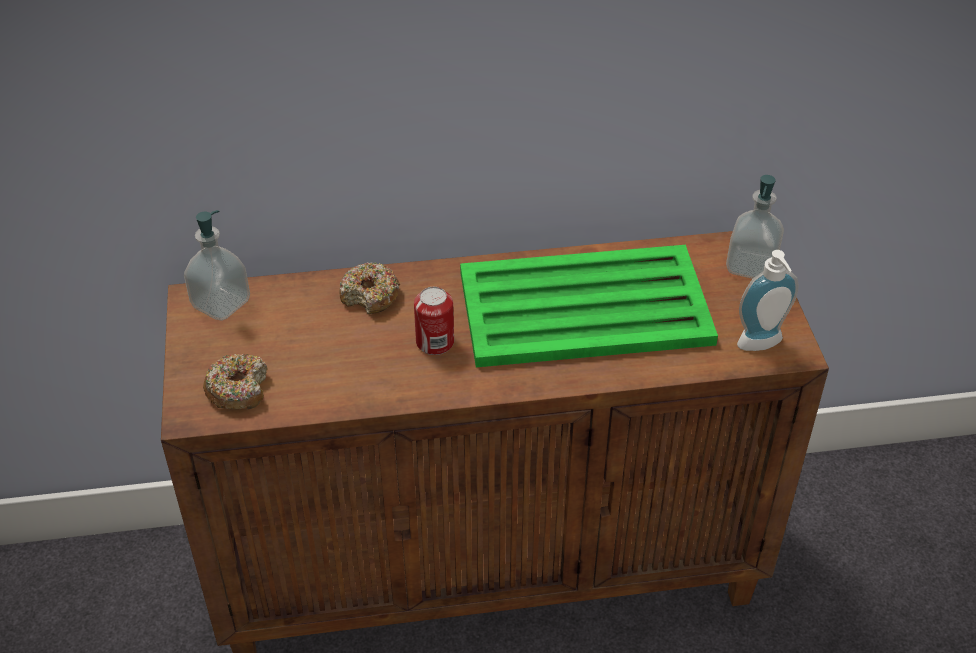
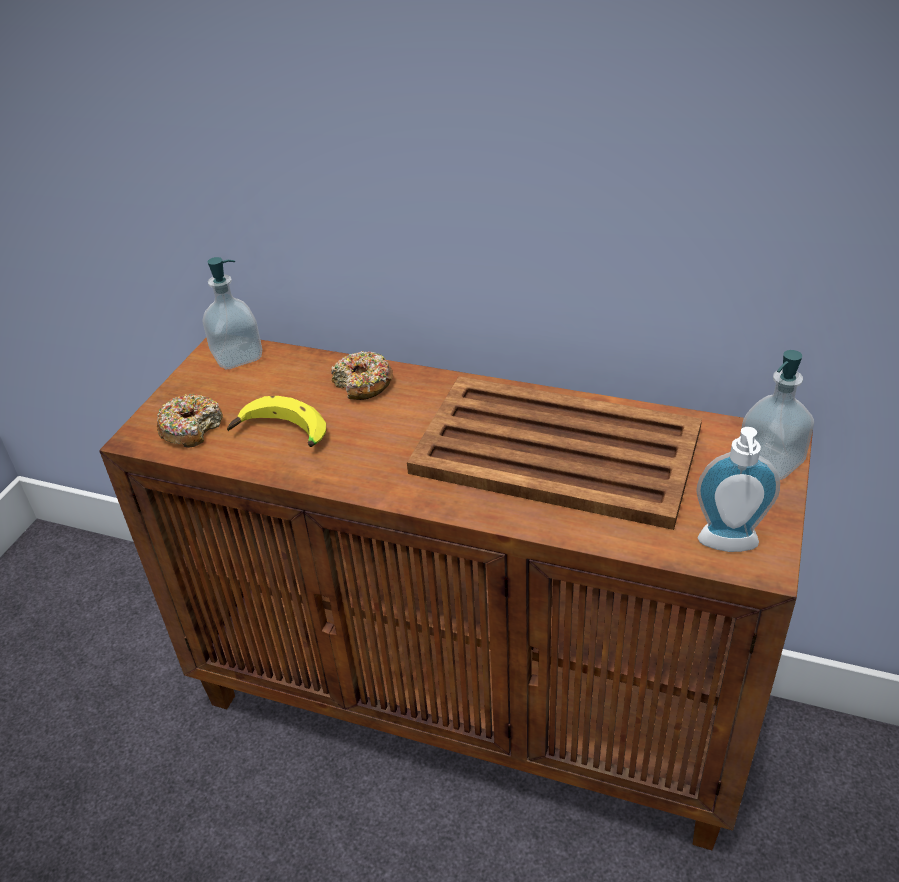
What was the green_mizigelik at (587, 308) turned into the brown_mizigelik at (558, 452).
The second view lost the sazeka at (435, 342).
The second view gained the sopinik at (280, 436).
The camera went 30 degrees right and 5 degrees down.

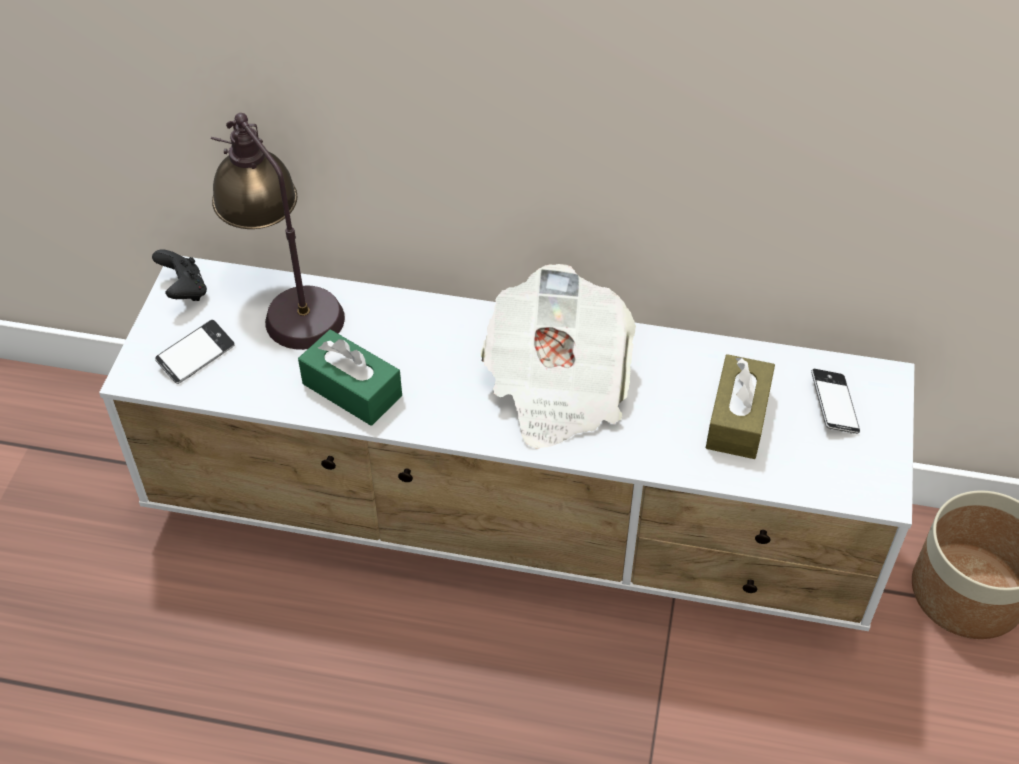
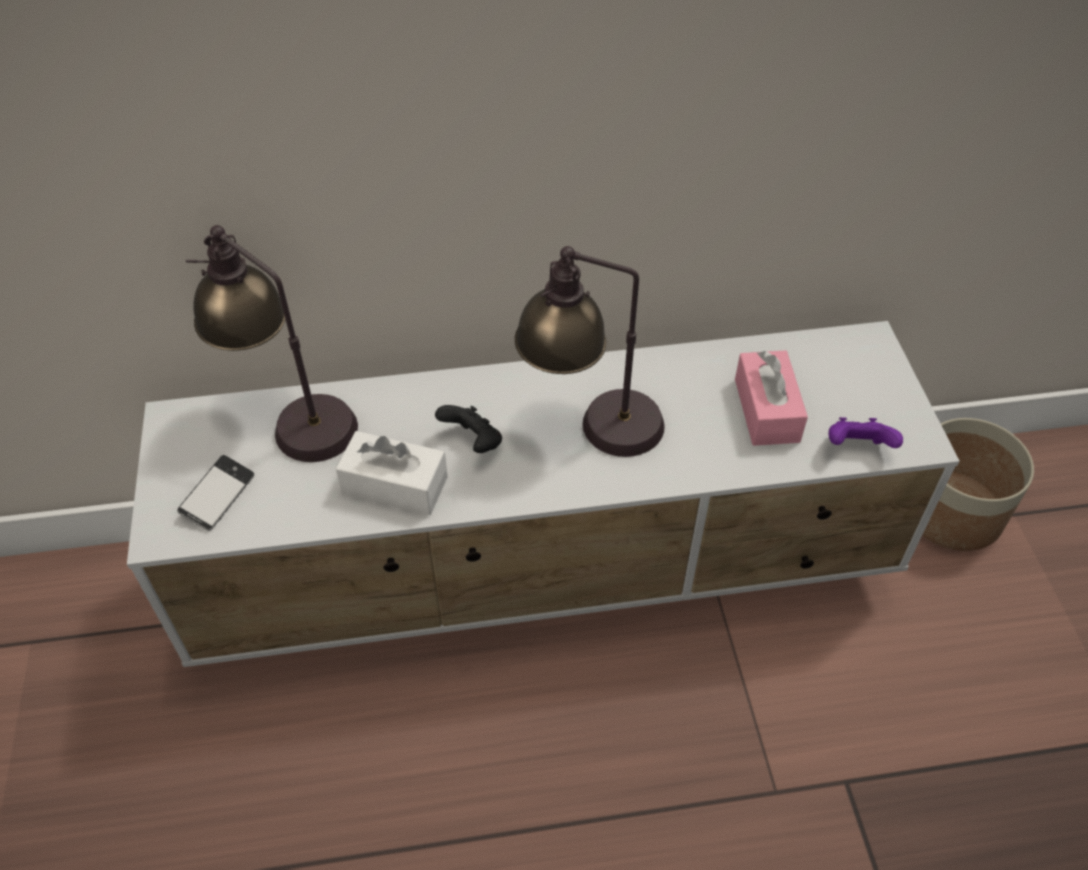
The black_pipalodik ended up elsewhere, having gone from (184, 291) to (473, 442).
Where the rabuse stood at (556, 386), the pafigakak came to stand at (590, 426).
What was the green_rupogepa at (352, 389) turned into the white_rupogepa at (395, 485).
What was the brown_rupogepa at (737, 418) turned into the pink_rupogepa at (766, 410).
The second view lost the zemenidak at (833, 405).
The second view gained the purple_pipalodik at (857, 448).
The camera went 20 degrees left and 0 degrees up.

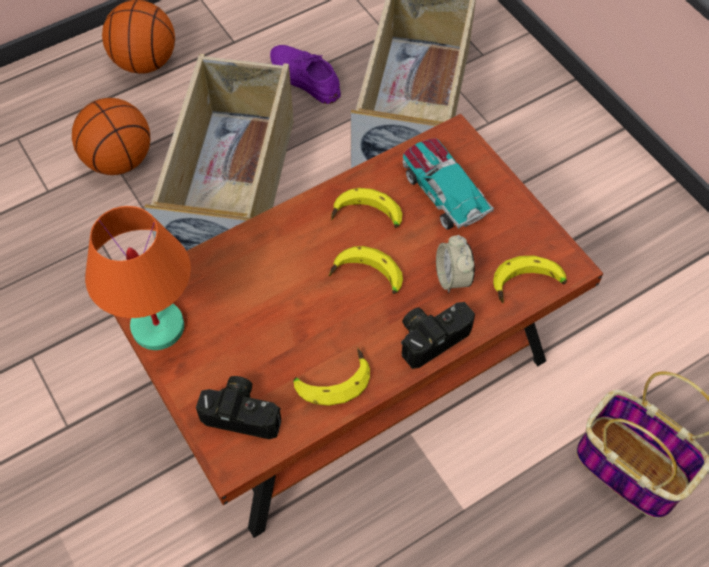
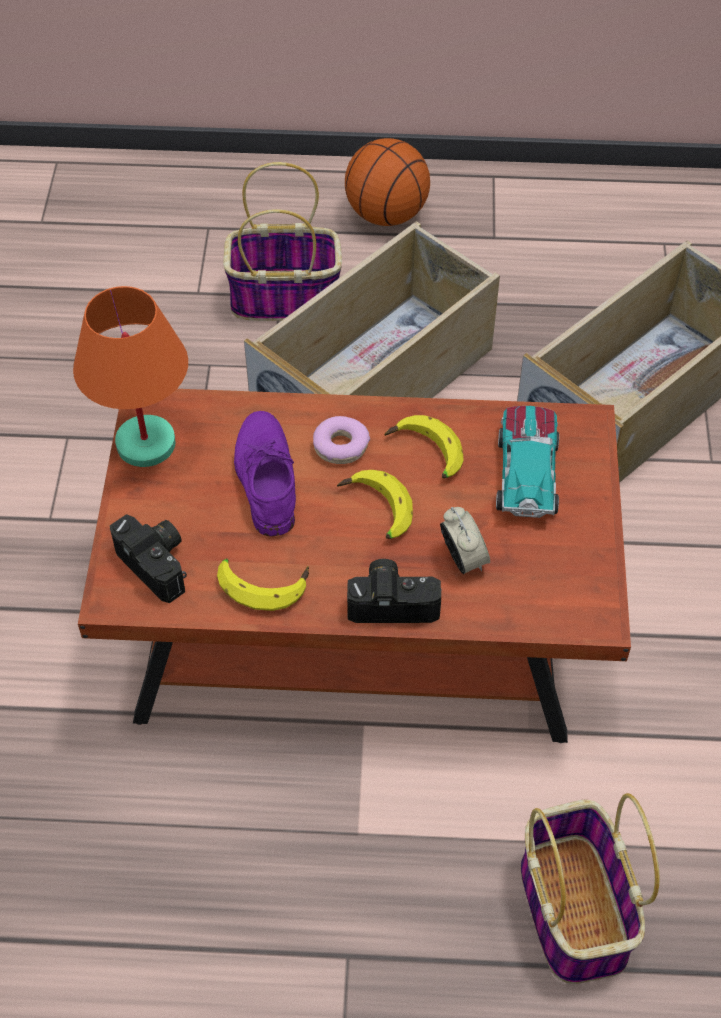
The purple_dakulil ended up elsewhere, having gone from (303, 77) to (265, 477).
Where the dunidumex stood at (119, 160), the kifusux came to stand at (287, 298).
The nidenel at (452, 278) ended up facing another way, 135 degrees clockwise from before.
The second view lost the sopinik at (528, 286).
The second view gained the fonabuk at (341, 446).
The camera went 35 degrees right and 5 degrees down.

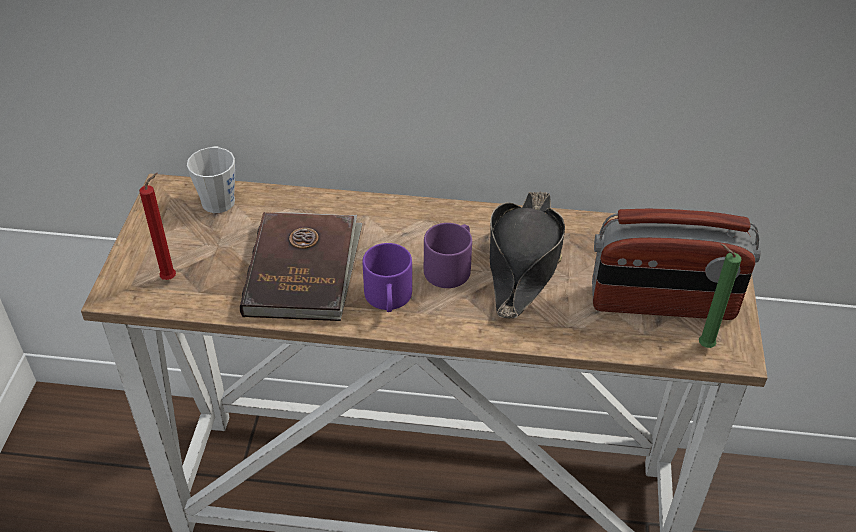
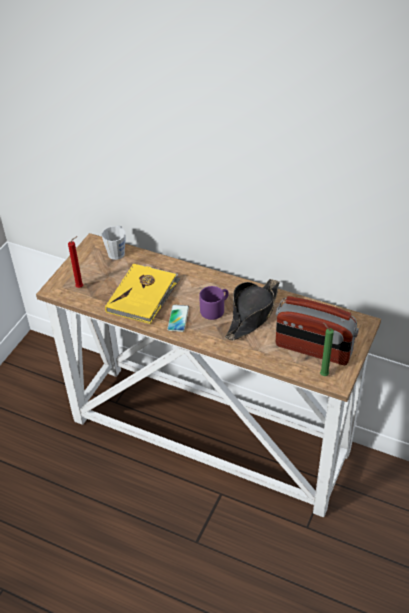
What was the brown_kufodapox at (303, 269) turned into the yellow_kufodapox at (143, 295).
Where the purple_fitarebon stood at (389, 299), the zemenidak came to stand at (178, 318).
The camera went 20 degrees right and 0 degrees up.

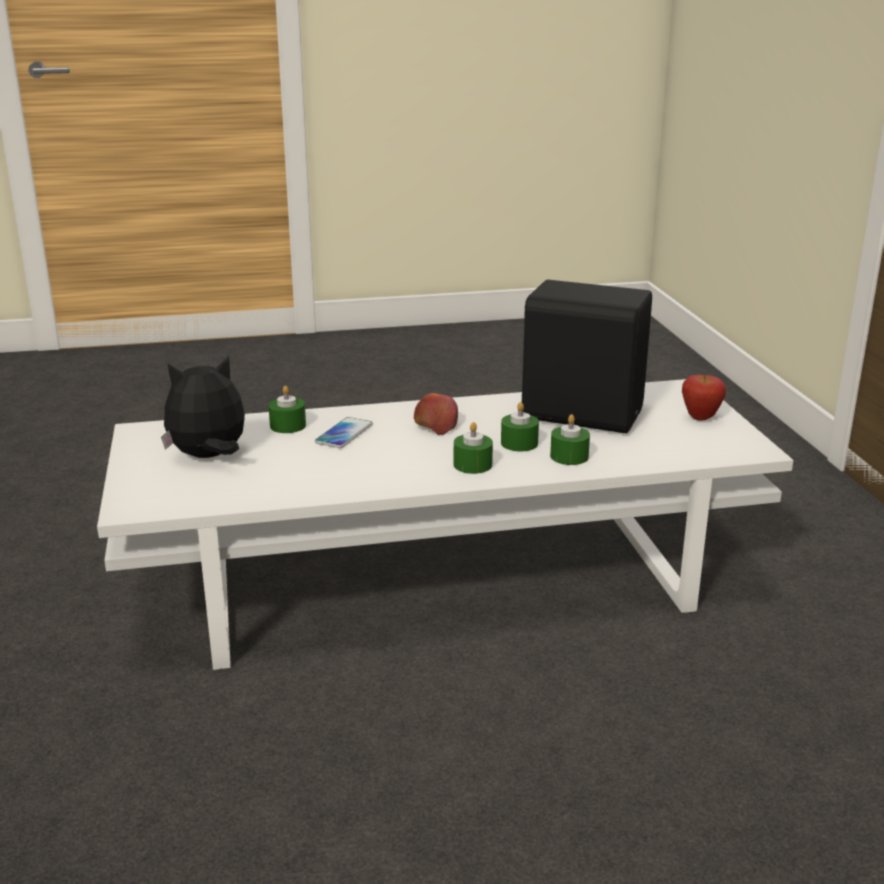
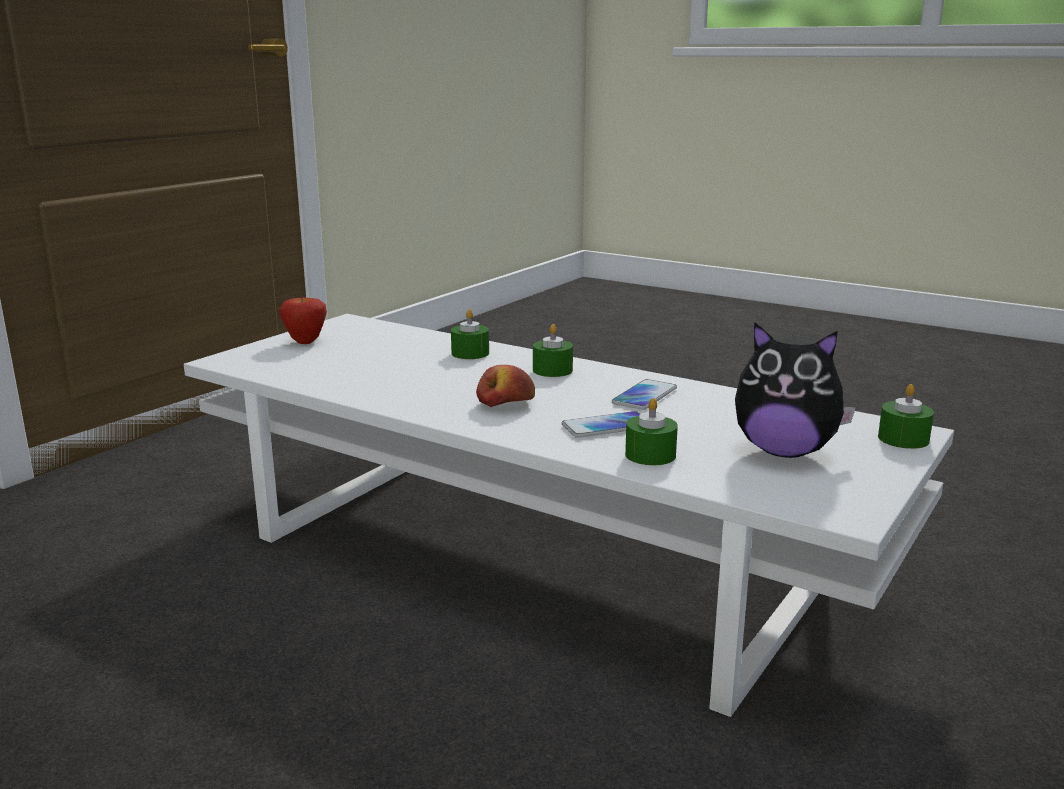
The second view lost the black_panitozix at (581, 413).
The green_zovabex ended up elsewhere, having gone from (519, 443) to (903, 439).
The second view gained the zemenidak at (644, 396).
The camera went 135 degrees left and 5 degrees down.

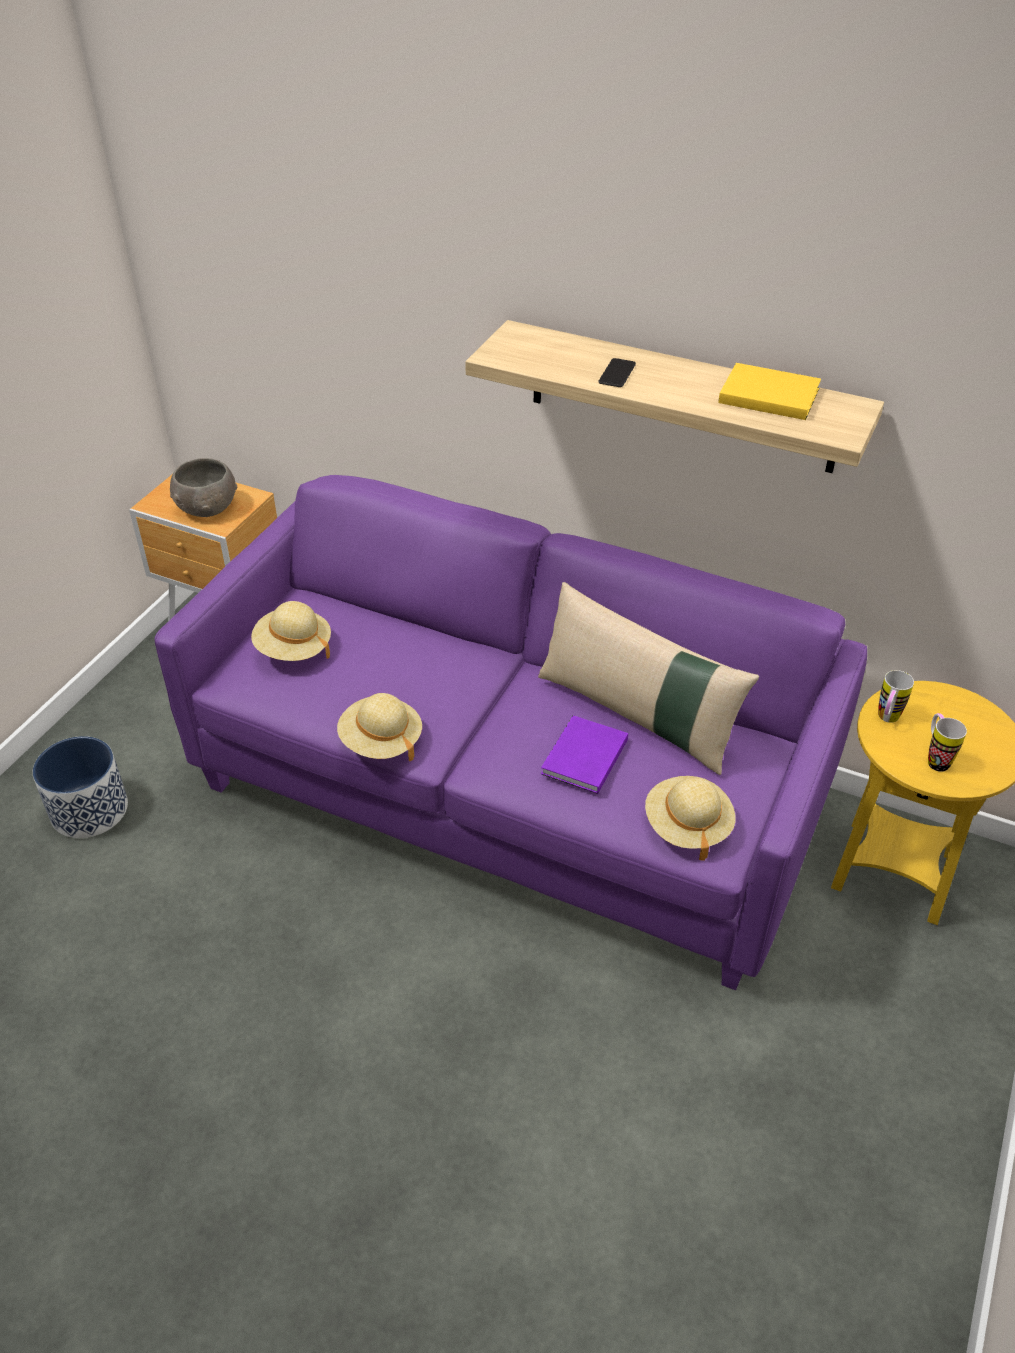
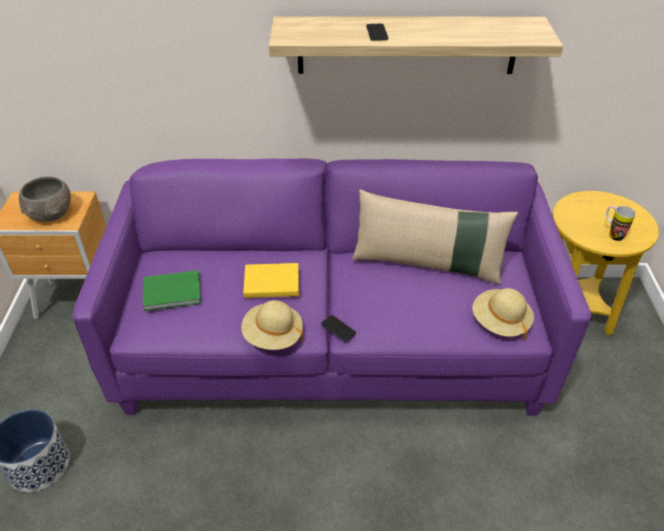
The yellow_kufodapox ended up elsewhere, having gone from (766, 394) to (270, 282).
Where the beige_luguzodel stood at (293, 649), the green_kufodapox came to stand at (174, 293).
The second view lost the fitarebon at (886, 720).
The second view lost the purple_kufodapox at (582, 758).
The second view gained the zemenidak at (338, 328).
The camera went 25 degrees left and 0 degrees up.

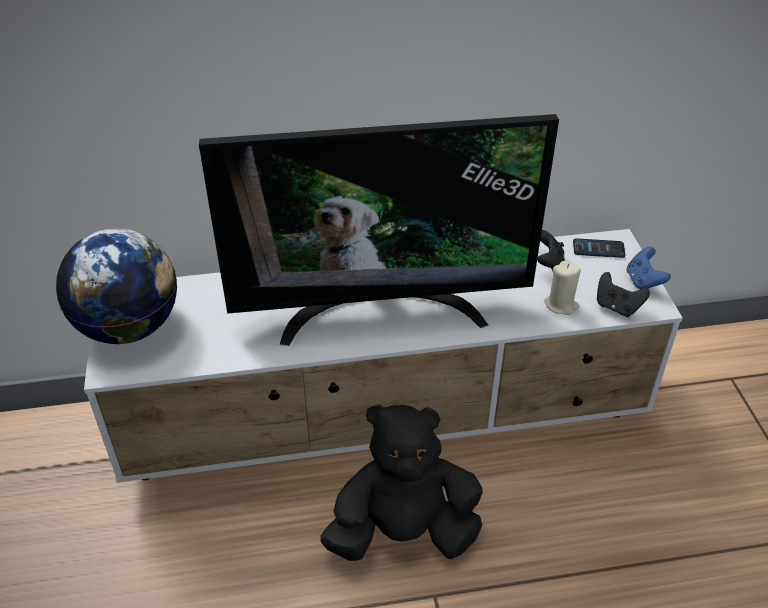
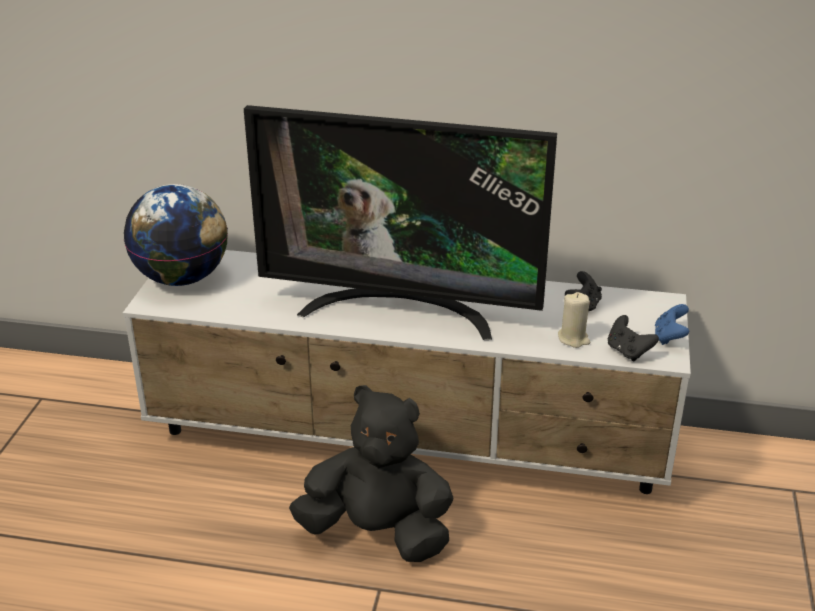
The second view lost the zemenidak at (598, 249).
The camera went 20 degrees right and 10 degrees down.

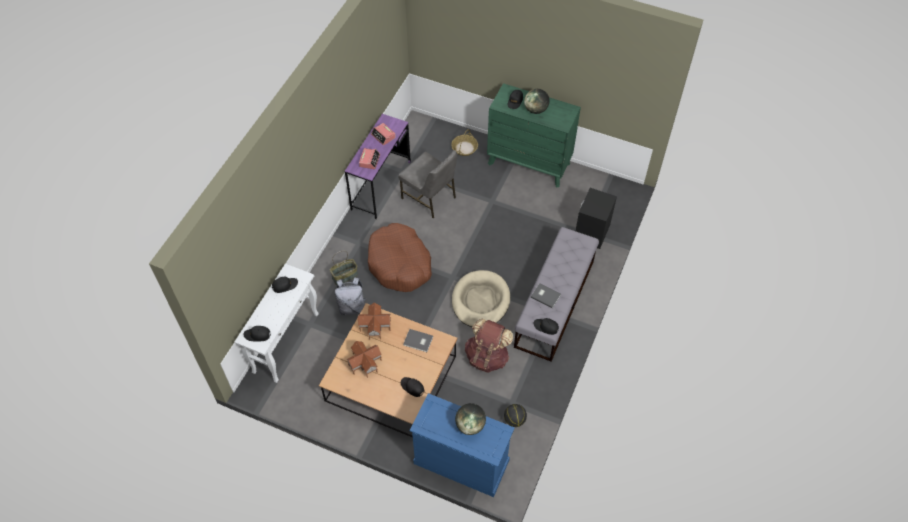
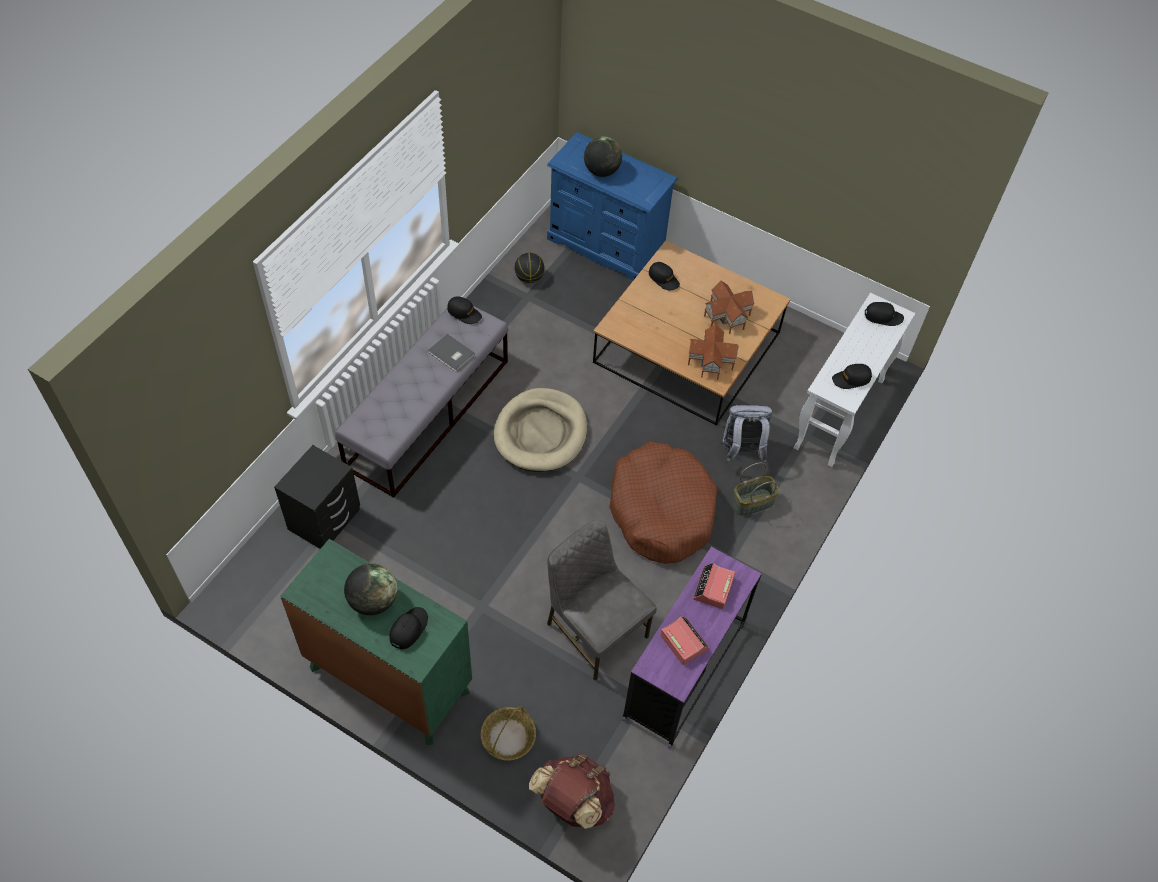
The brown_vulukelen ended up elsewhere, having gone from (487, 357) to (573, 802).
The second view lost the grey_kufodapox at (418, 341).
The camera went 175 degrees left and 0 degrees up.

